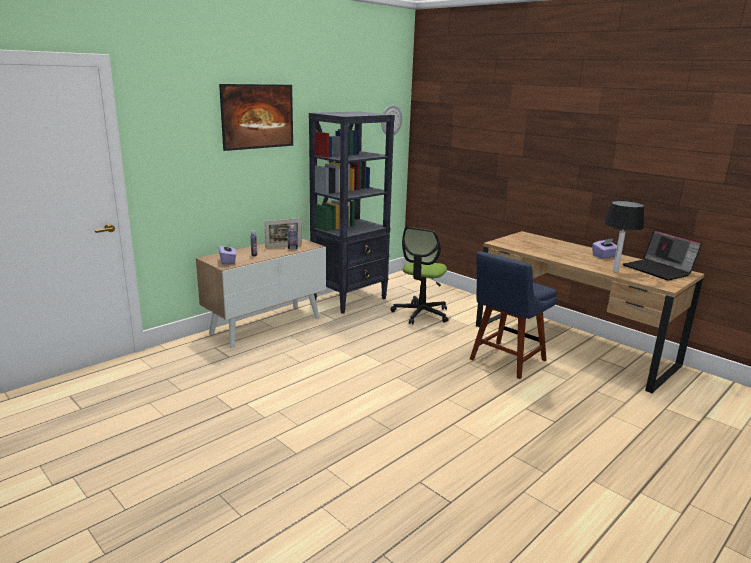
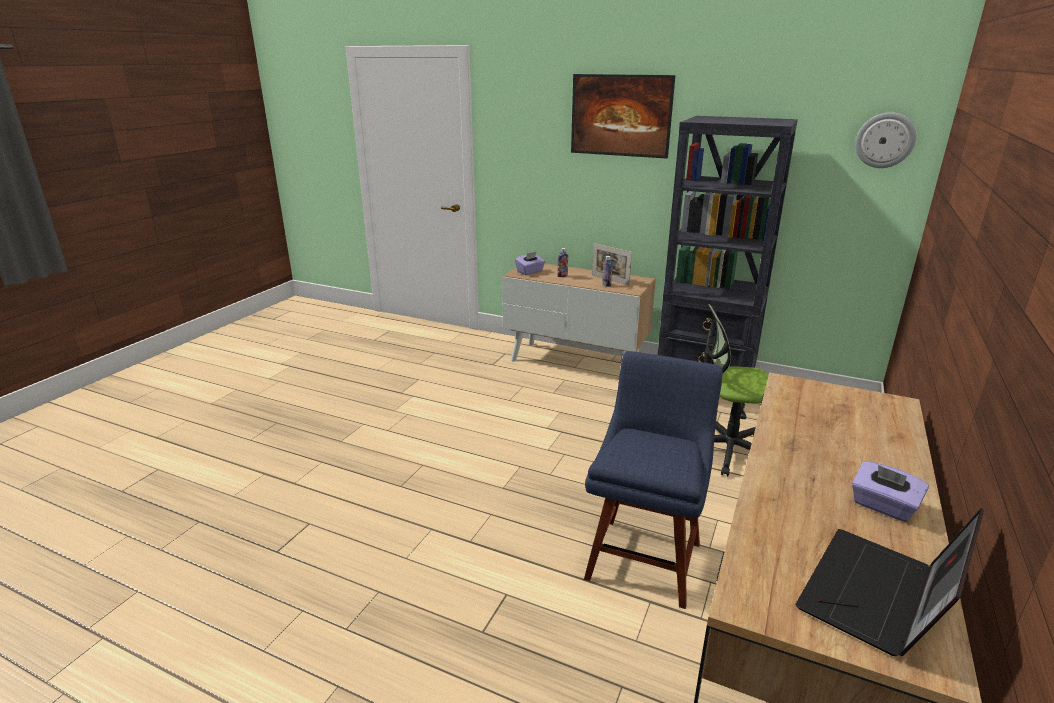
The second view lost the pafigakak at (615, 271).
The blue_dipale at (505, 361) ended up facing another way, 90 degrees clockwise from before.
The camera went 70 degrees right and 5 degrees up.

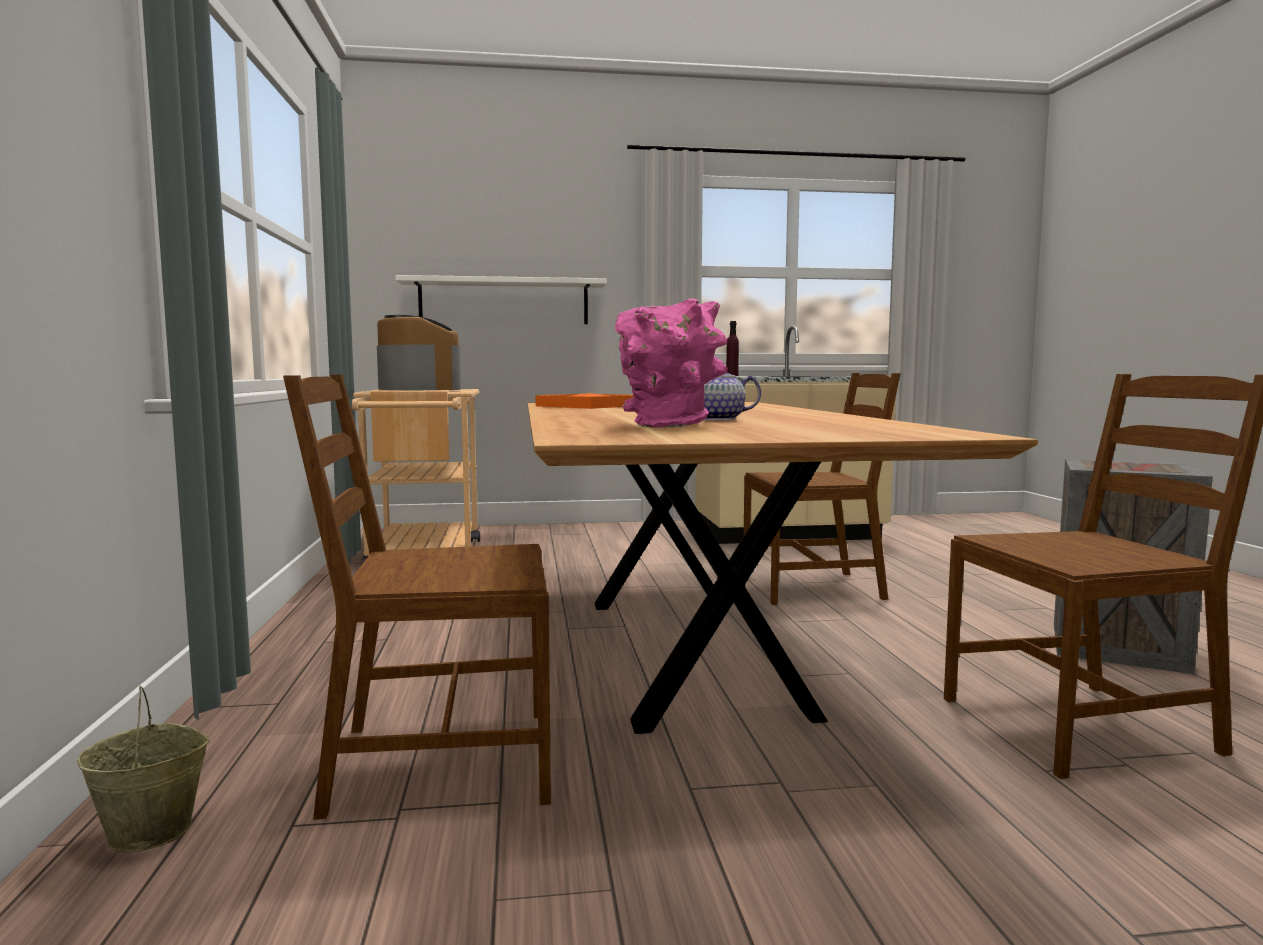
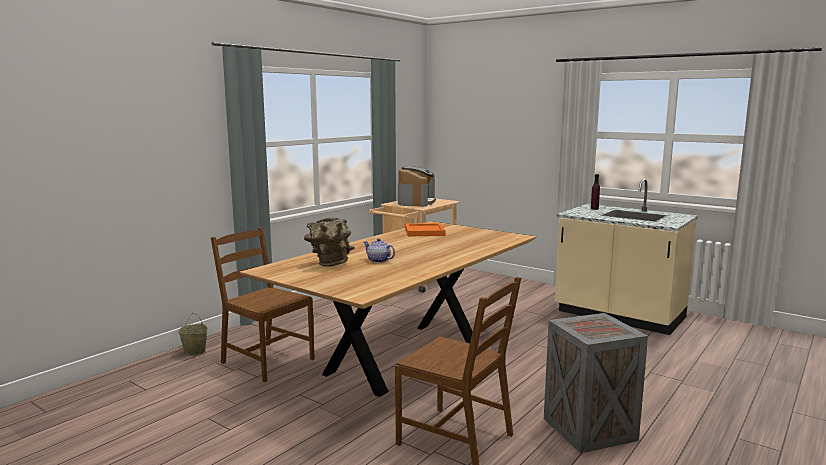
The second view lost the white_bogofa at (504, 302).
What was the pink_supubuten at (669, 426) turned into the brown_supubuten at (329, 264).
The second view lost the brown_dipale at (813, 587).
The camera went 45 degrees right and 5 degrees up.

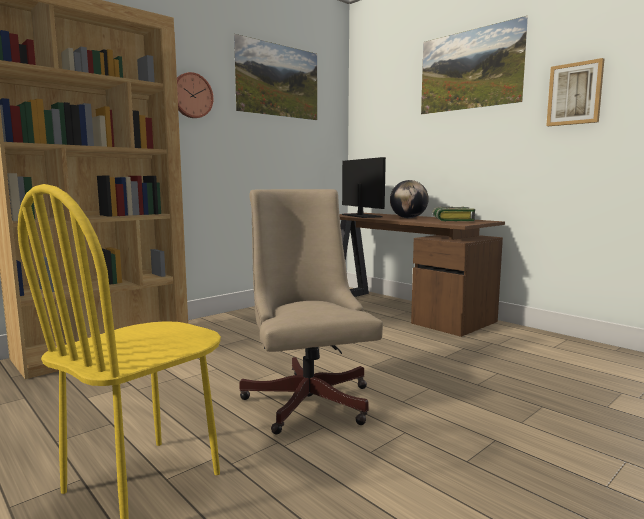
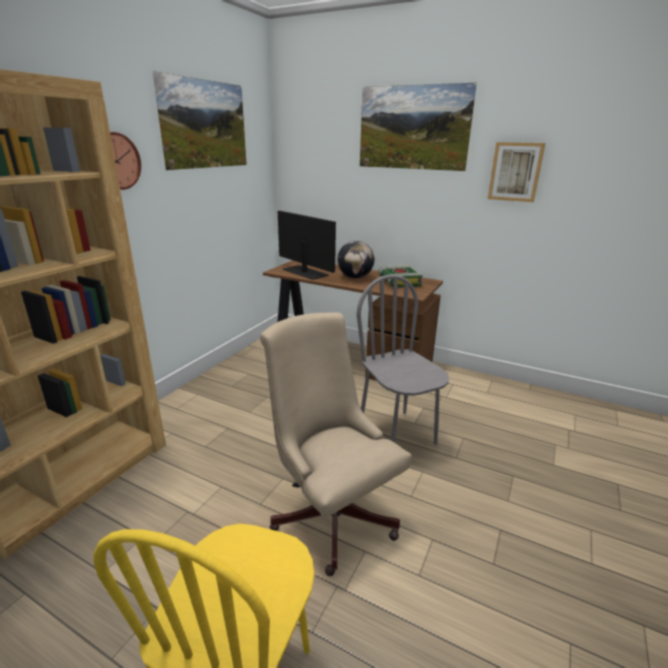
The second view gained the grey_dipale at (397, 434).
The camera went 20 degrees left and 15 degrees up.

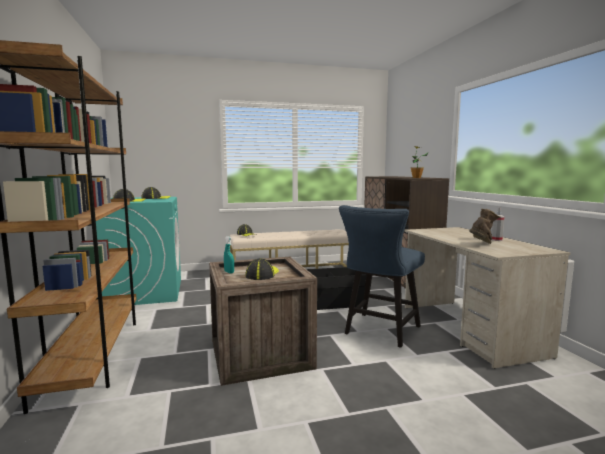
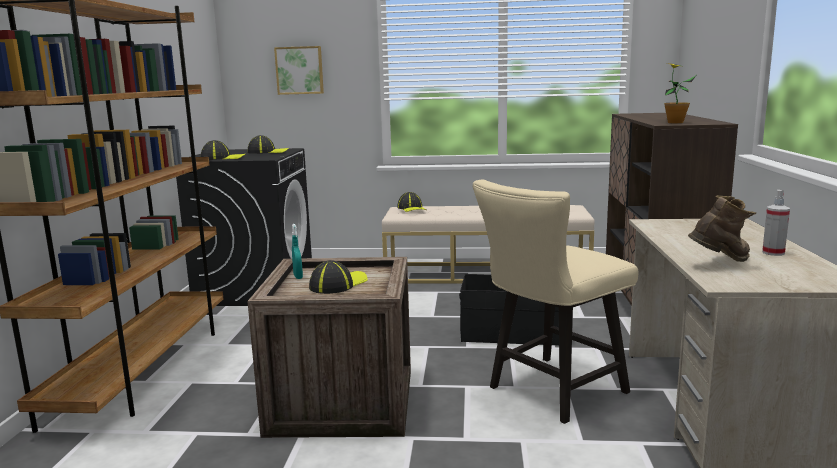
What was the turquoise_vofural at (145, 292) turned into the black_vofural at (255, 288).
What was the blue_dipale at (379, 332) turned into the beige_dipale at (550, 392).
The second view gained the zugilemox at (299, 70).
The camera went 20 degrees right and 5 degrees up.

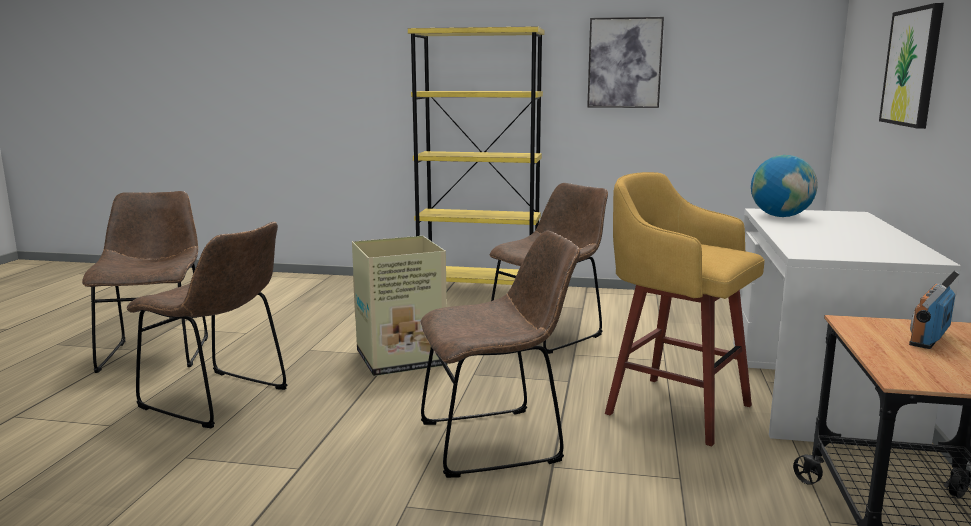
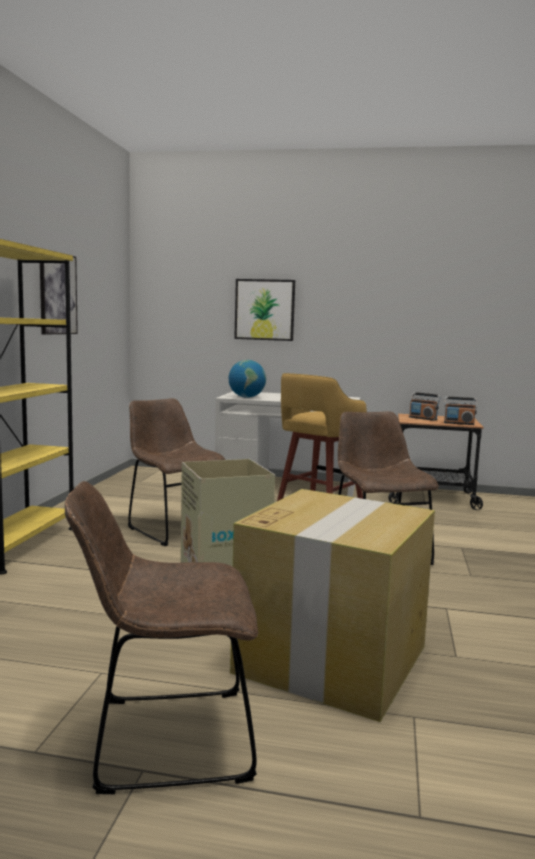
Where the brown_dipale stood at (220, 400), the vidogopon came to stand at (332, 658).
The second view gained the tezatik at (459, 423).
The camera went 90 degrees left and 5 degrees down.

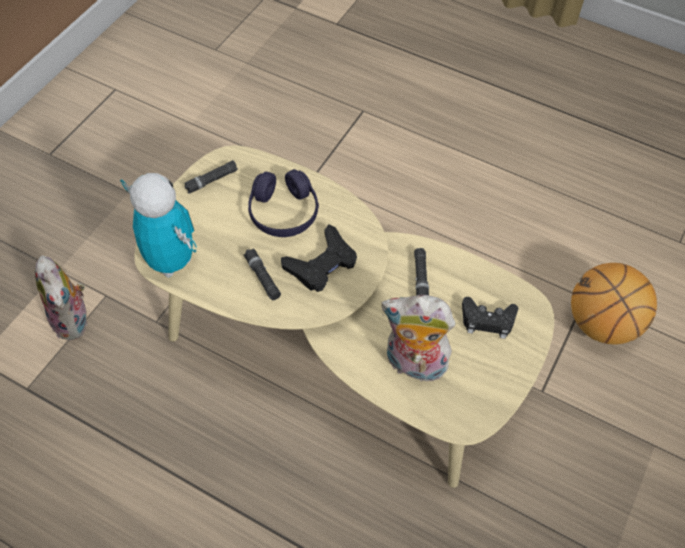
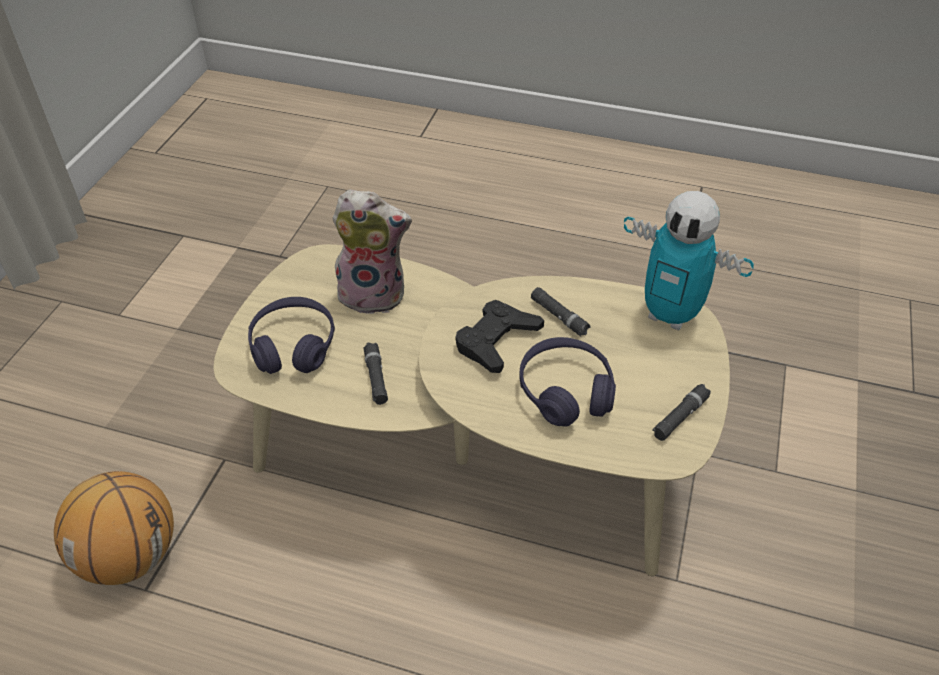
The second view lost the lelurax at (74, 320).
Where the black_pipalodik stood at (487, 321), the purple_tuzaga came to stand at (293, 346).
The camera went 170 degrees right and 10 degrees down.

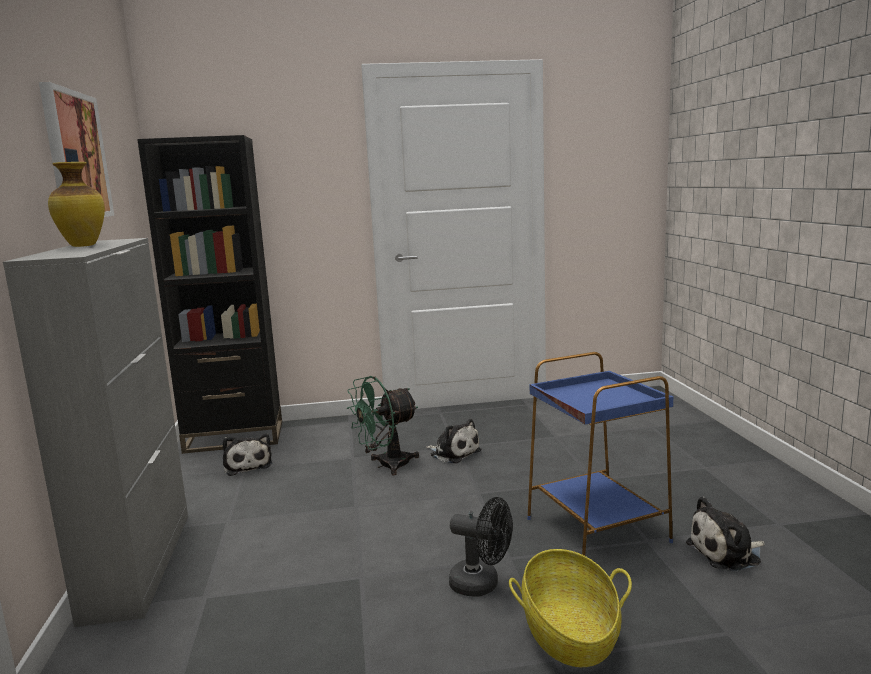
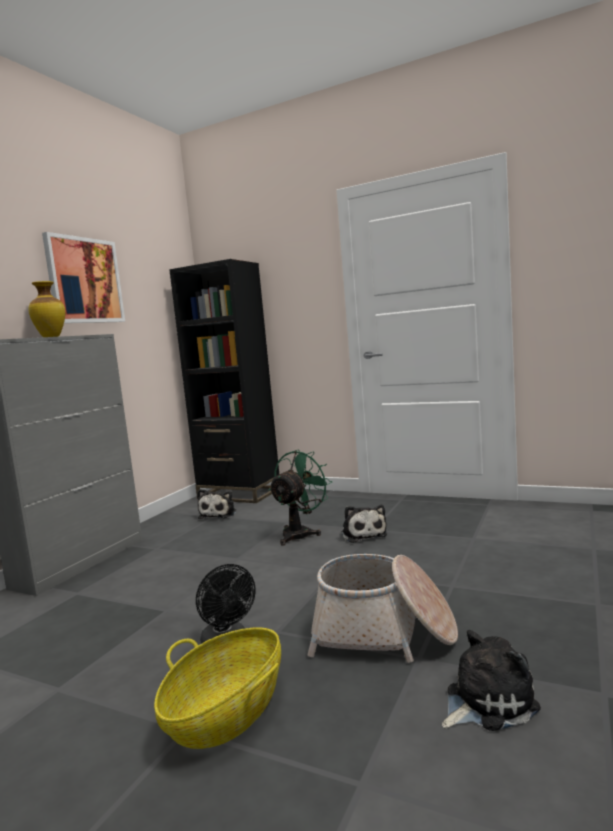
Where the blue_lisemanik stood at (597, 531), the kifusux came to stand at (383, 633).
The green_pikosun at (386, 465) ended up facing another way, 120 degrees clockwise from before.
The lelurax at (727, 553) ended up facing another way, 135 degrees clockwise from before.
The camera went 35 degrees right and 5 degrees down.

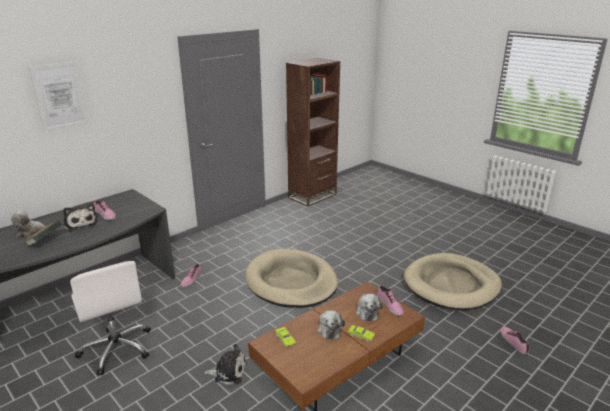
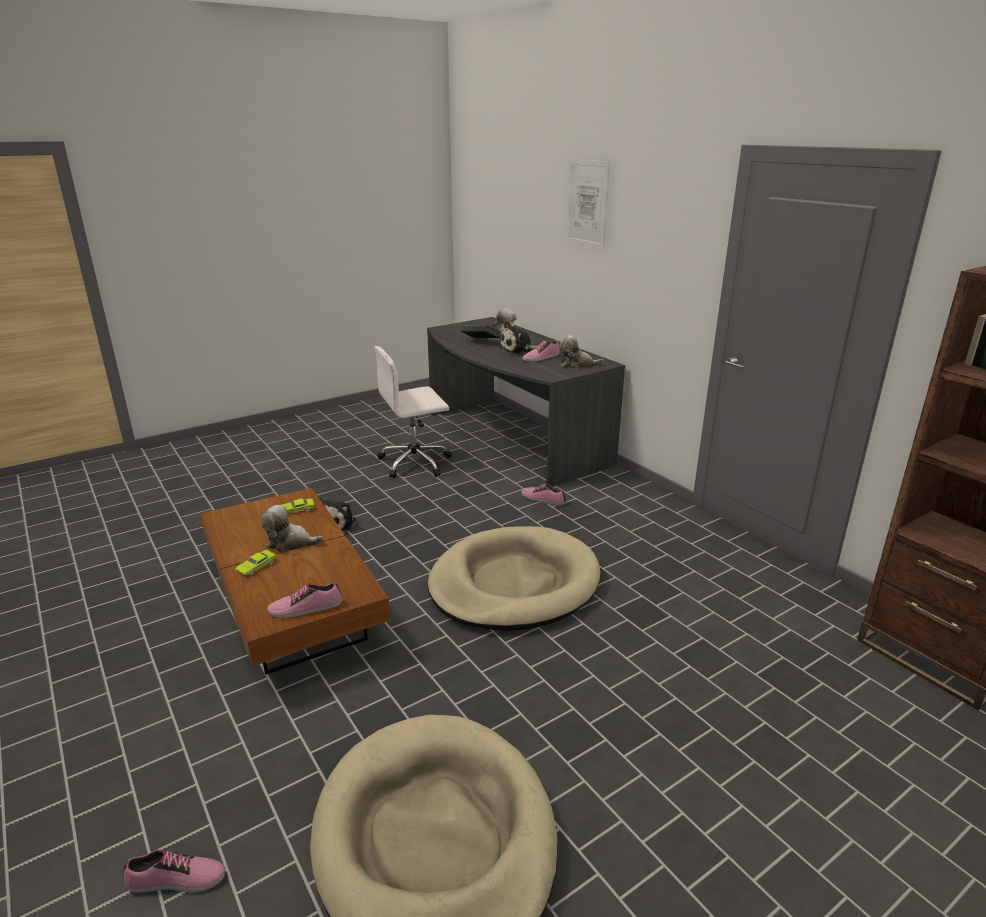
The lelurax ended up elsewhere, having gone from (367, 312) to (577, 364).
The camera went 100 degrees right and 0 degrees up.

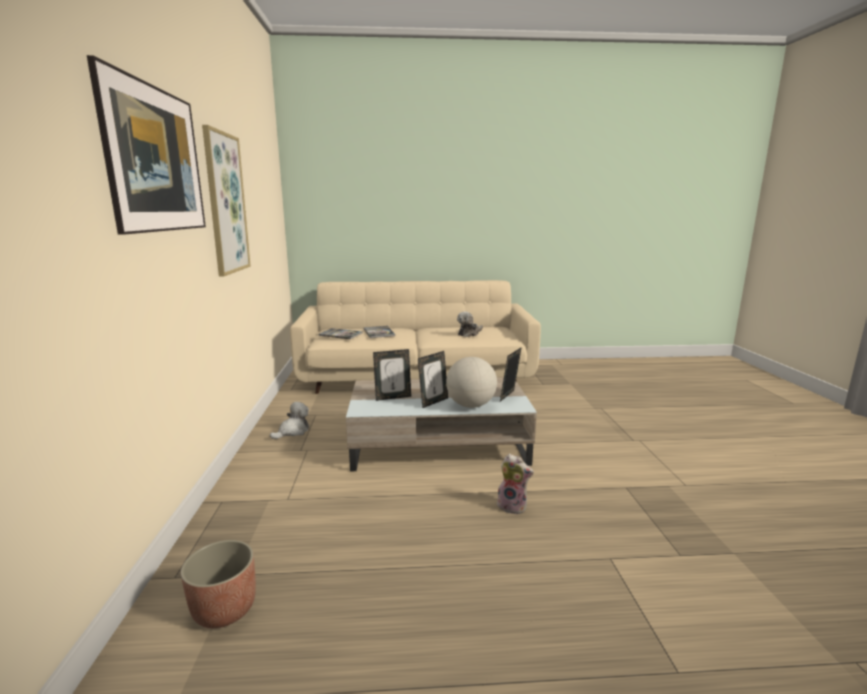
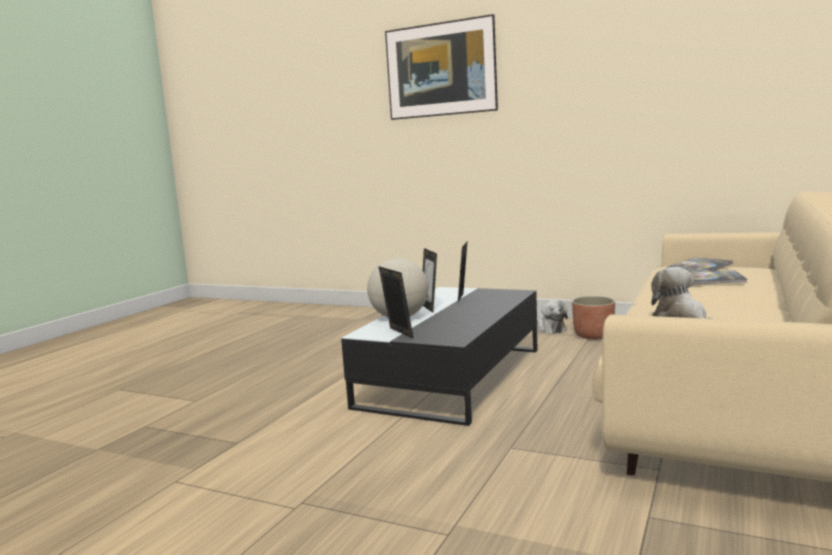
The second view lost the zugilemox at (225, 204).
What was the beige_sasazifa at (438, 444) turned into the black_sasazifa at (452, 376).
The second view lost the lelurax at (513, 506).
The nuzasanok ended up elsewhere, having gone from (225, 609) to (593, 336).
The camera went 120 degrees right and 5 degrees down.

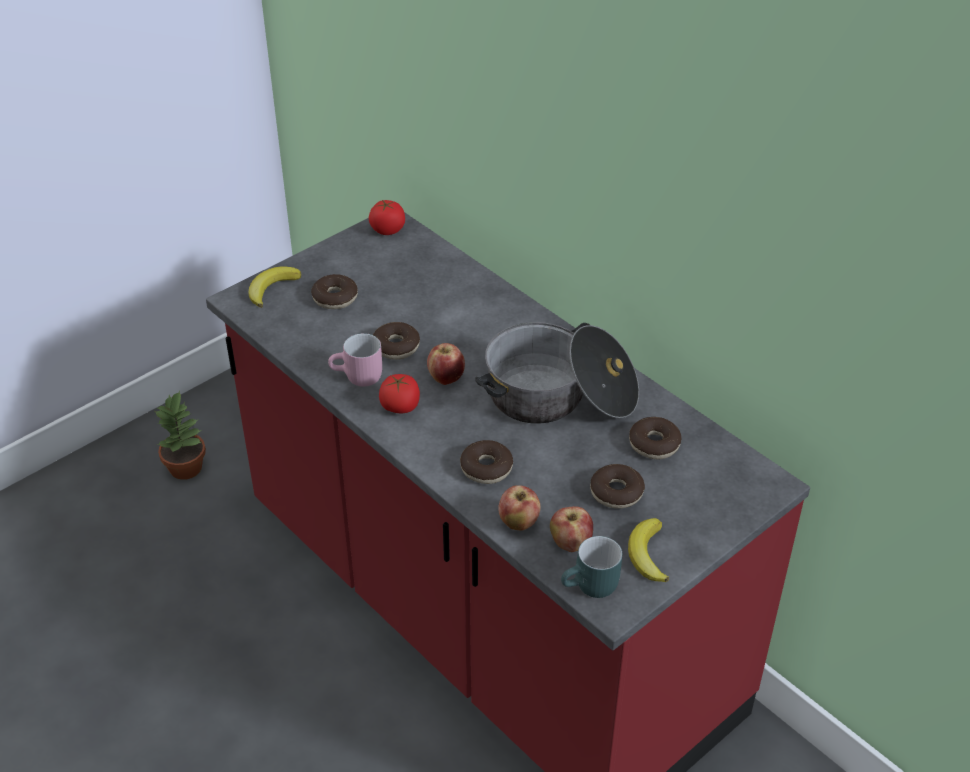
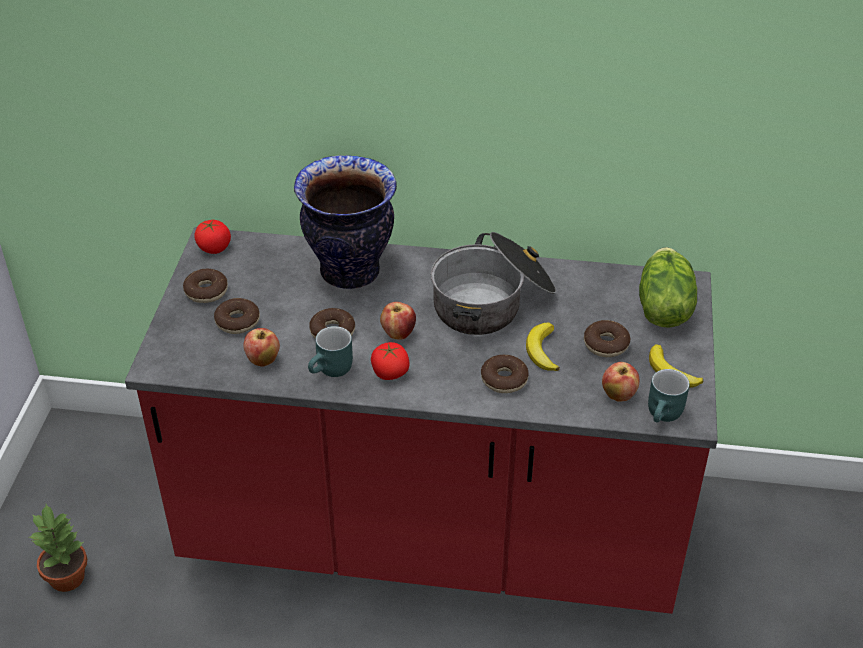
The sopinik ended up elsewhere, having gone from (272, 288) to (542, 350).
What was the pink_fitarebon at (358, 378) turned into the turquoise_fitarebon at (332, 371).
The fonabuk ended up elsewhere, having gone from (654, 444) to (206, 291).
The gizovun ended up elsewhere, having gone from (518, 523) to (263, 360).
The second view gained the supubuten at (351, 272).
The second view gained the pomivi at (662, 308).
The camera went 40 degrees left and 0 degrees up.

